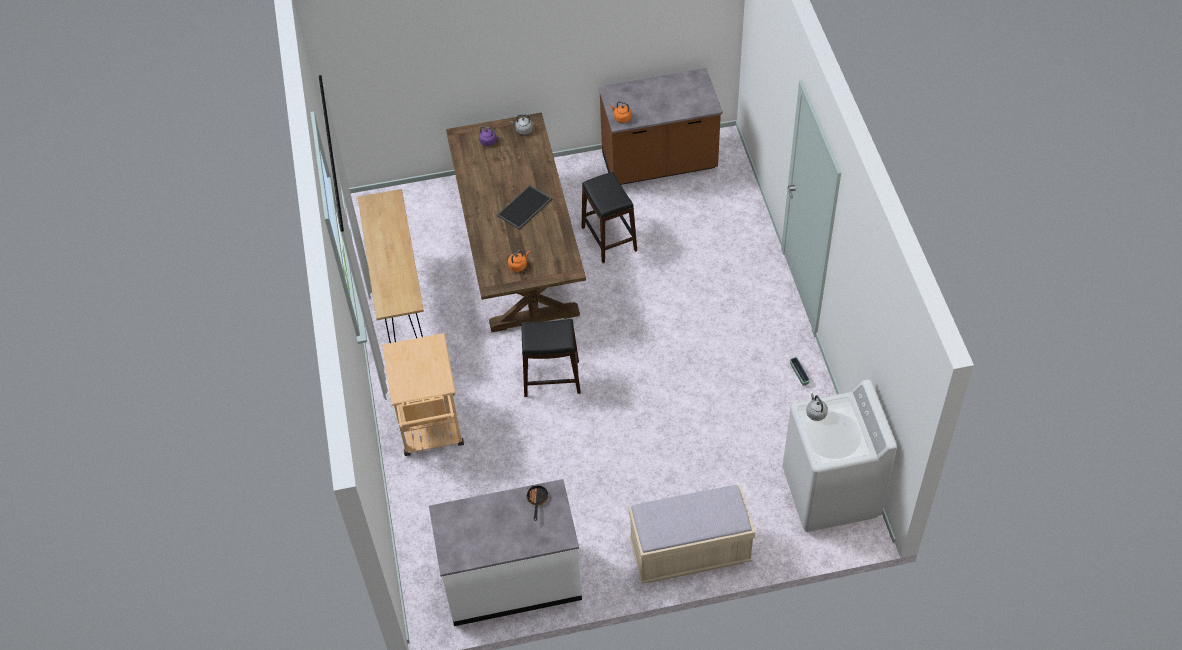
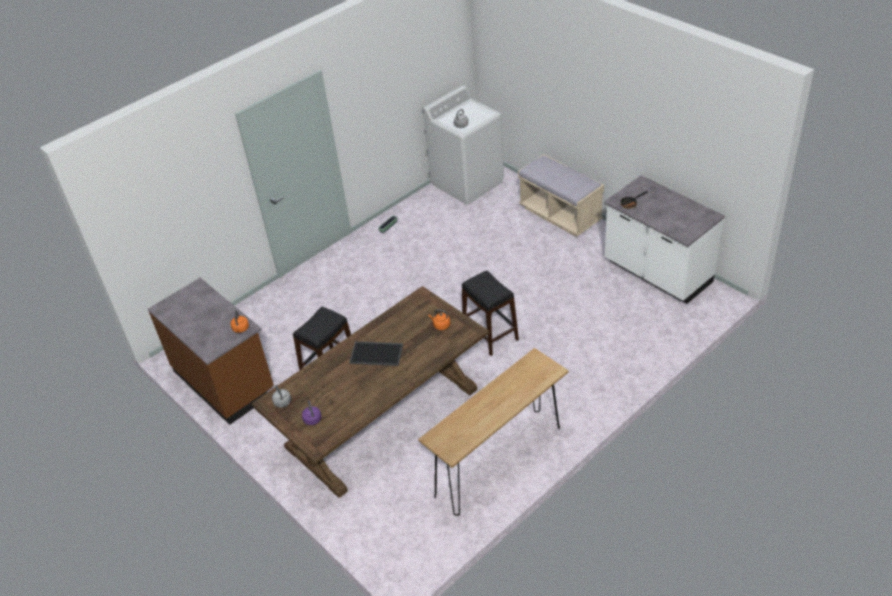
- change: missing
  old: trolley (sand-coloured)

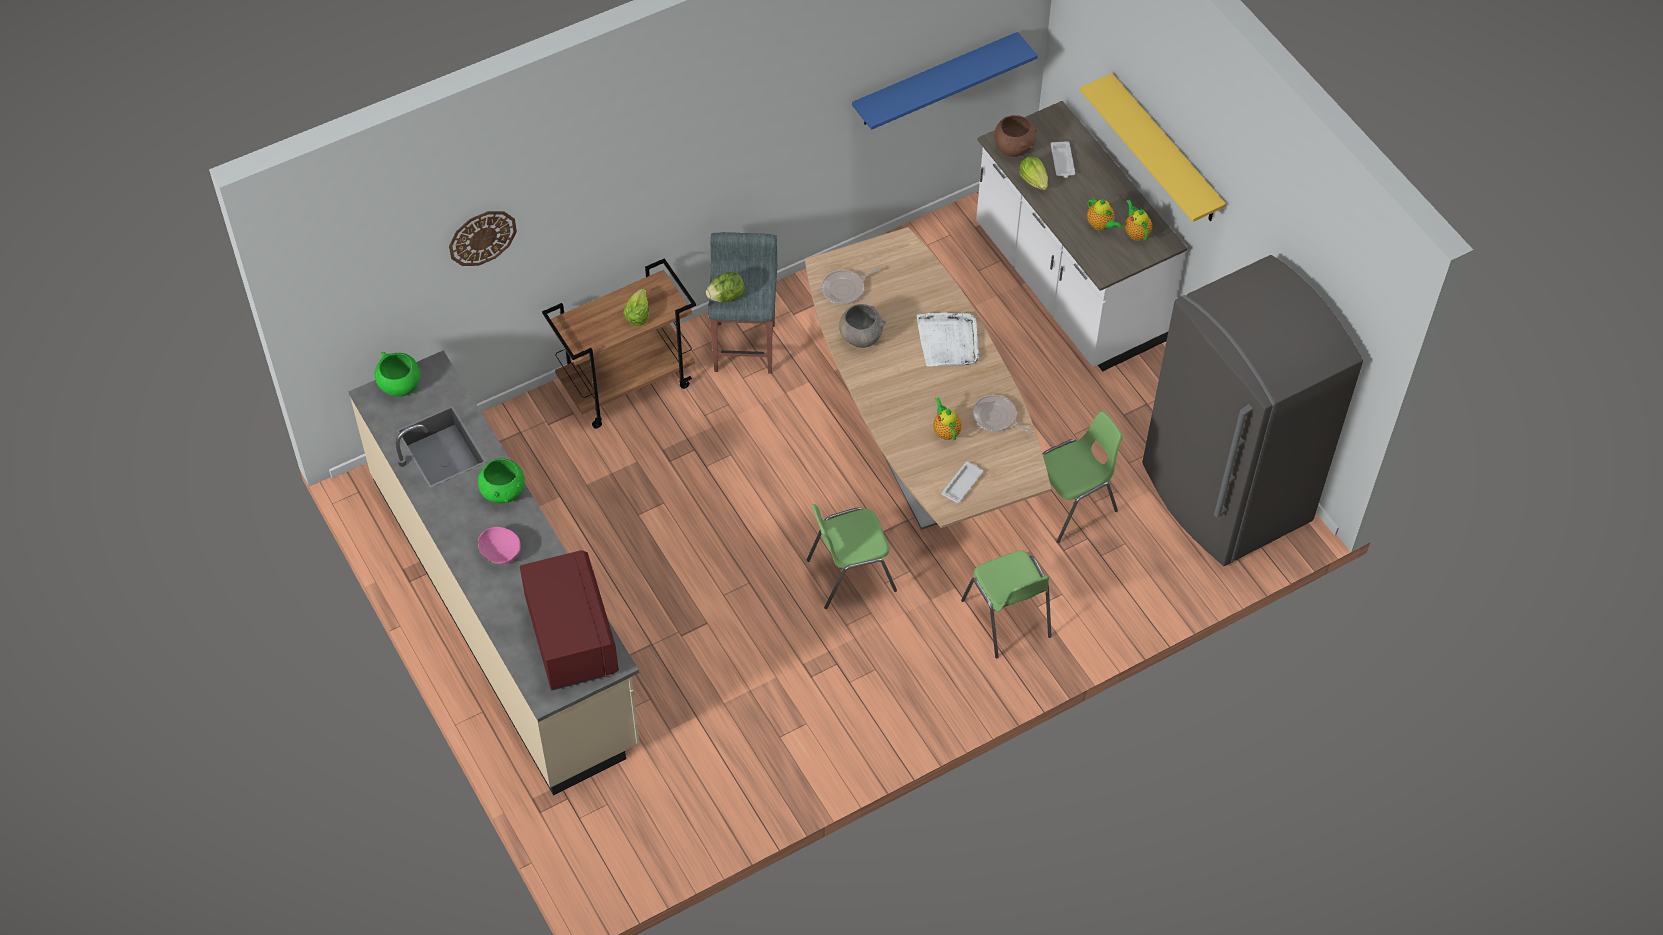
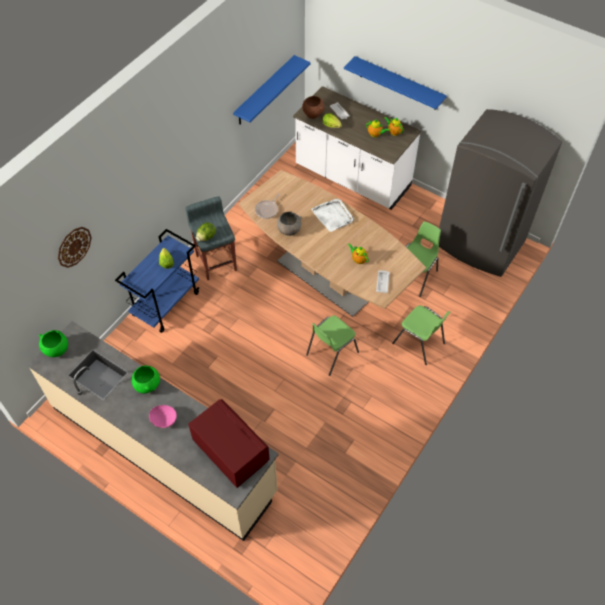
- change: colour
  old: trolley (brown)
  new: trolley (bluish)
- change: missing
  old: frying pan (no. 2 from left)
- change: colour
  old: bracket shelf (yellow-coloured)
  new: bracket shelf (bluish) (no. 2 from left)

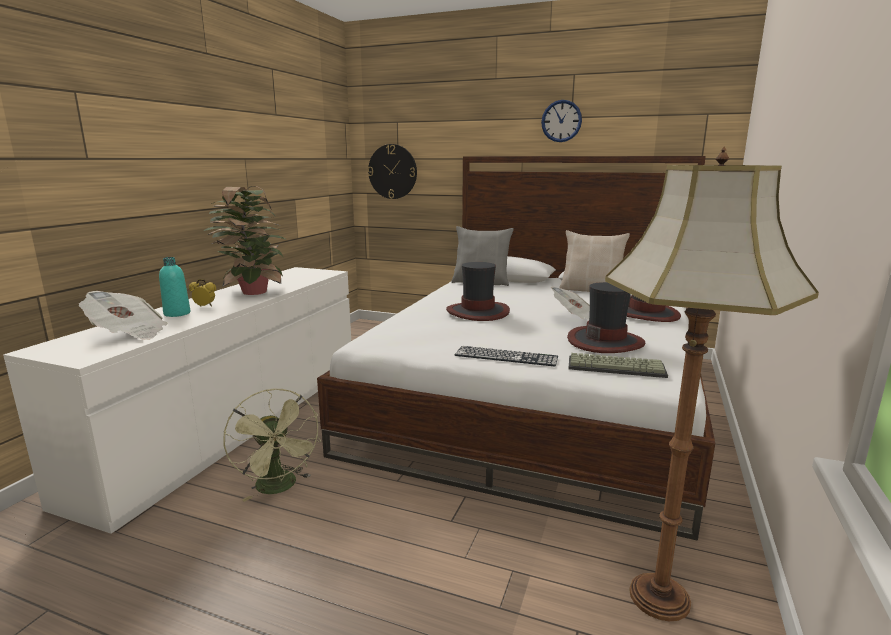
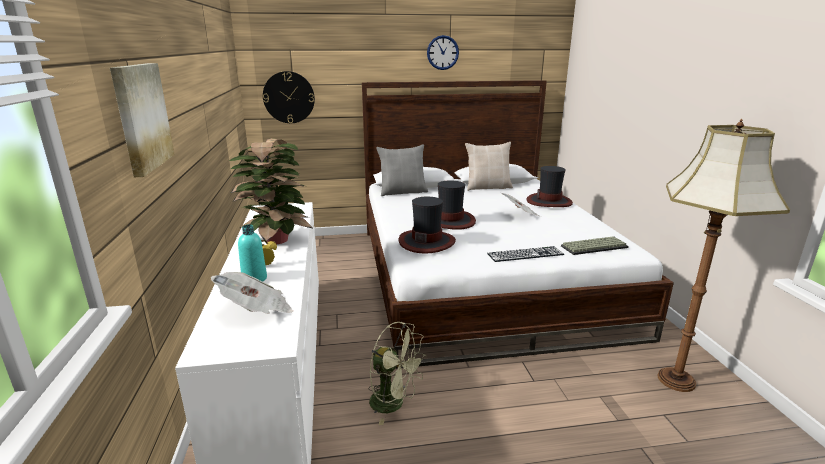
- change: relocated
  old: clothing hat (no. 2 from left in the first image)
  new: clothing hat (no. 1 from left)
- change: appeared
  new: wall art

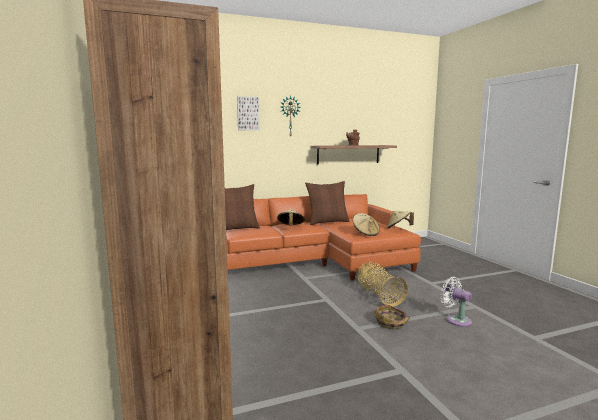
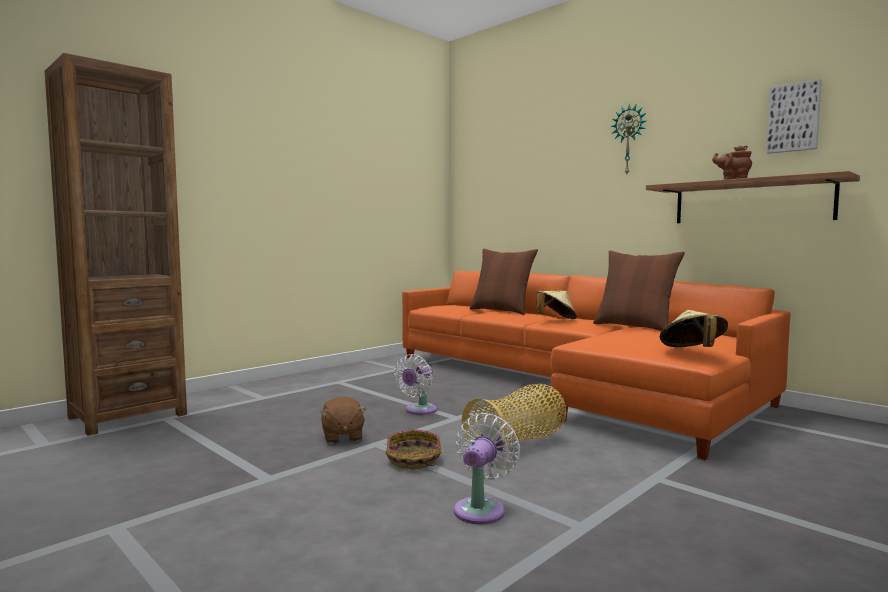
- change: relocated
  old: wall art
- change: missing
  old: clothing hat (sand-coloured) (no. 2 from left)
- change: appeared
  new: plush toy (brown)
- change: appeared
  new: fan (white-coloured) (no. 1 from left)

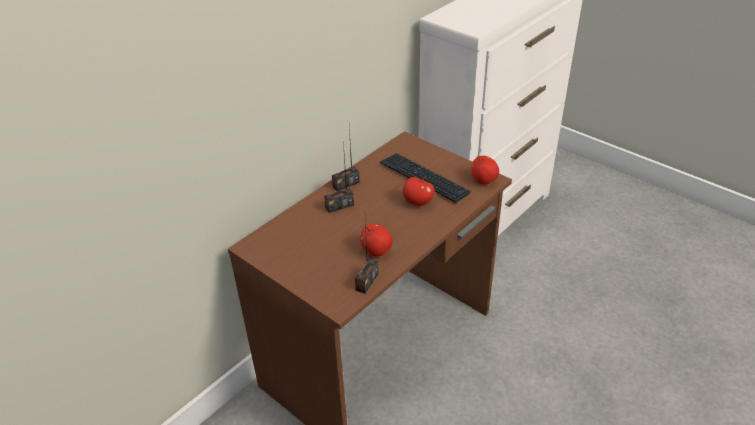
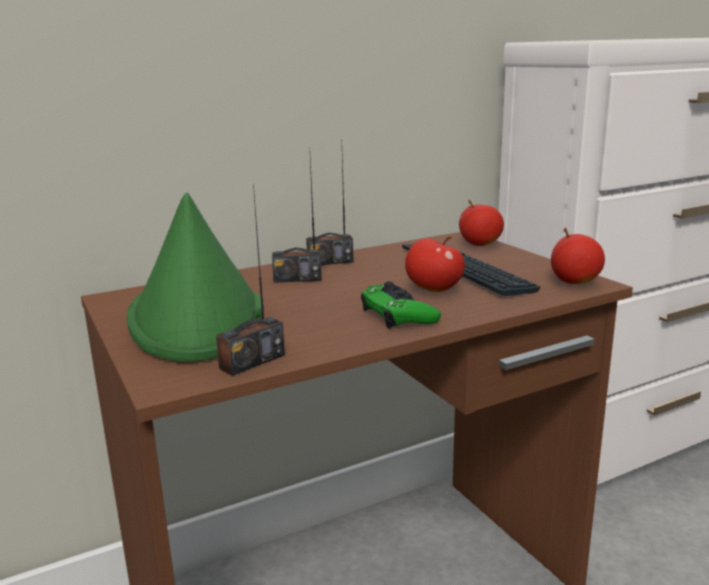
- change: relocated
  old: apple (no. 1 from left in the first image)
  new: apple (no. 2 from left)
- change: appeared
  new: clothing hat (green)
- change: appeared
  new: joypad (green)

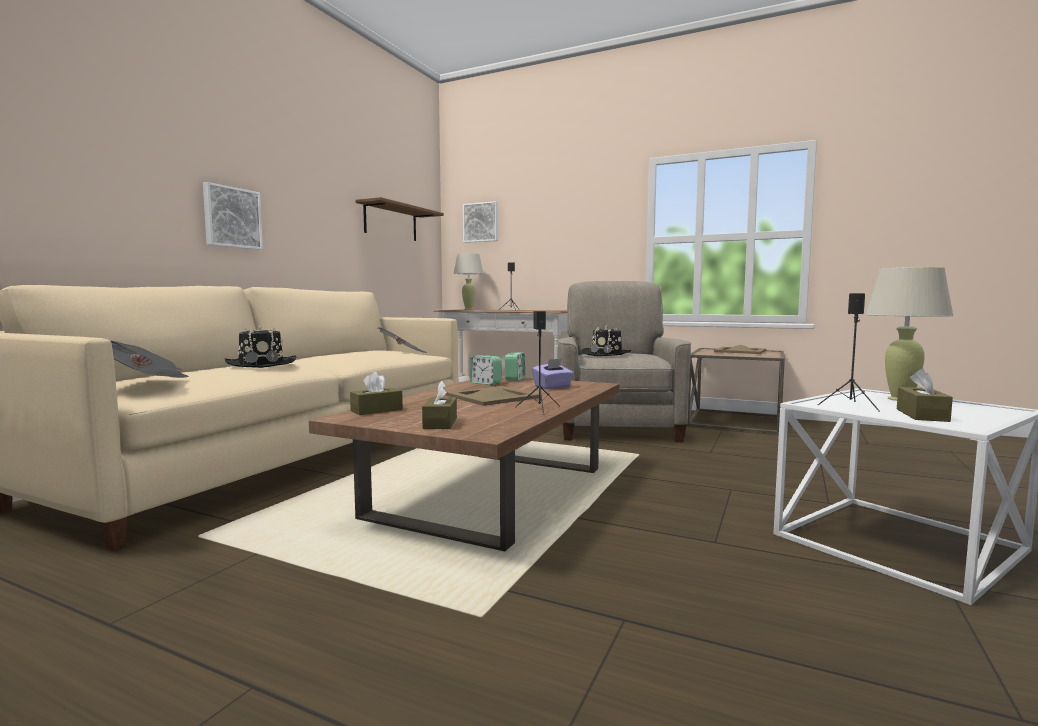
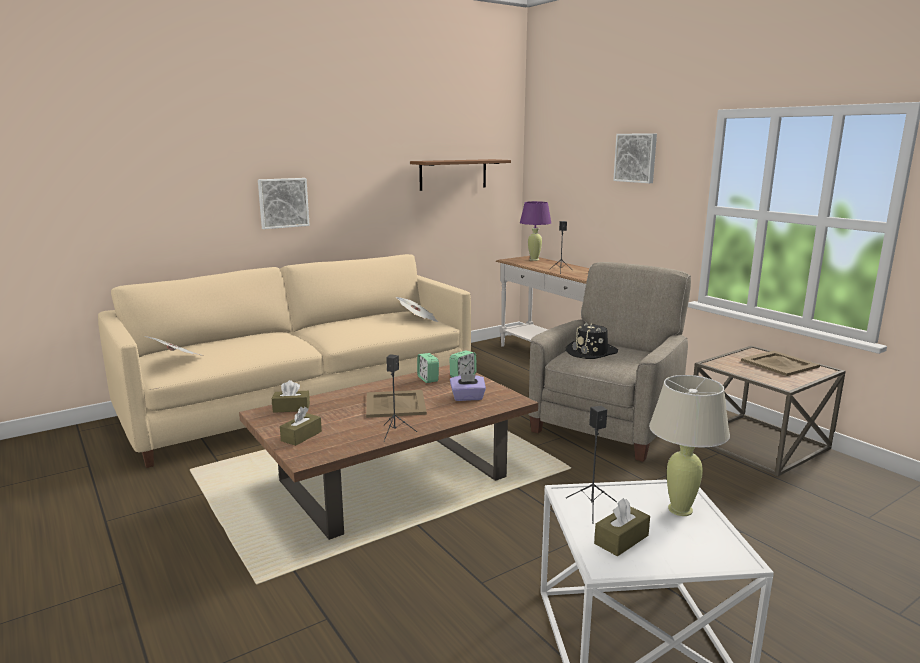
- change: missing
  old: clothing hat (blackish) (no. 1 from left)
- change: colour
  old: table lamp (sand-coloured) (no. 1 from left)
  new: table lamp (purple)
- change: relocated
  old: wall art (no. 2 from left)

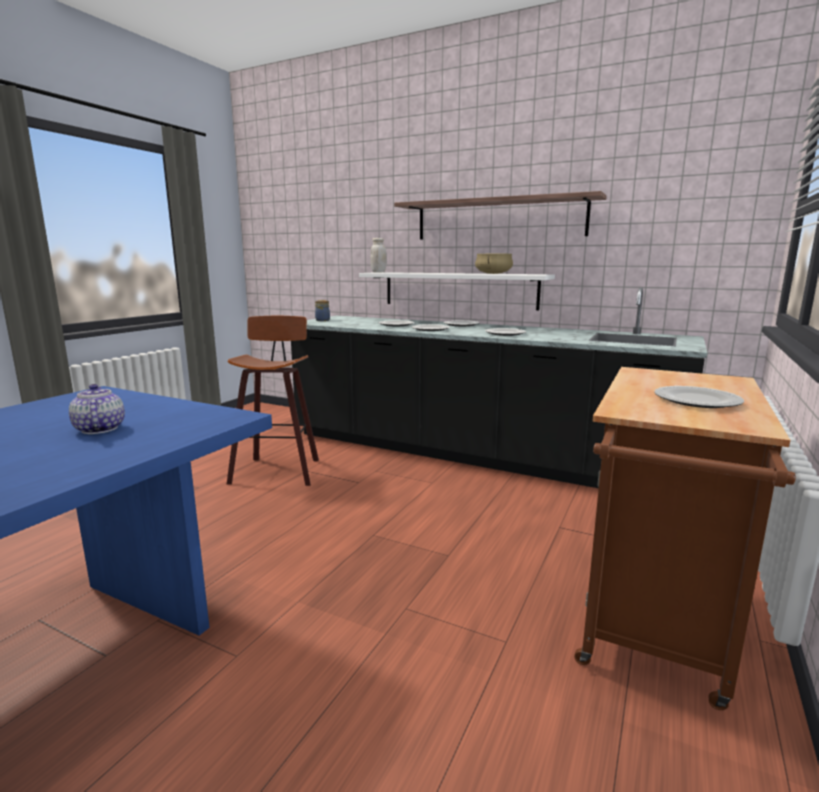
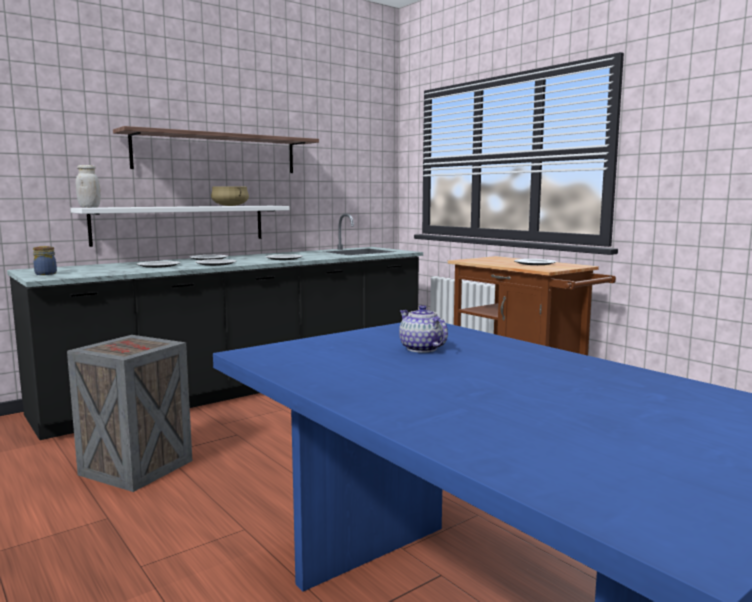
- change: spun
  old: pot for tea
  degrees: 60
- change: exchanged
  old: stool seat
  new: packing crate

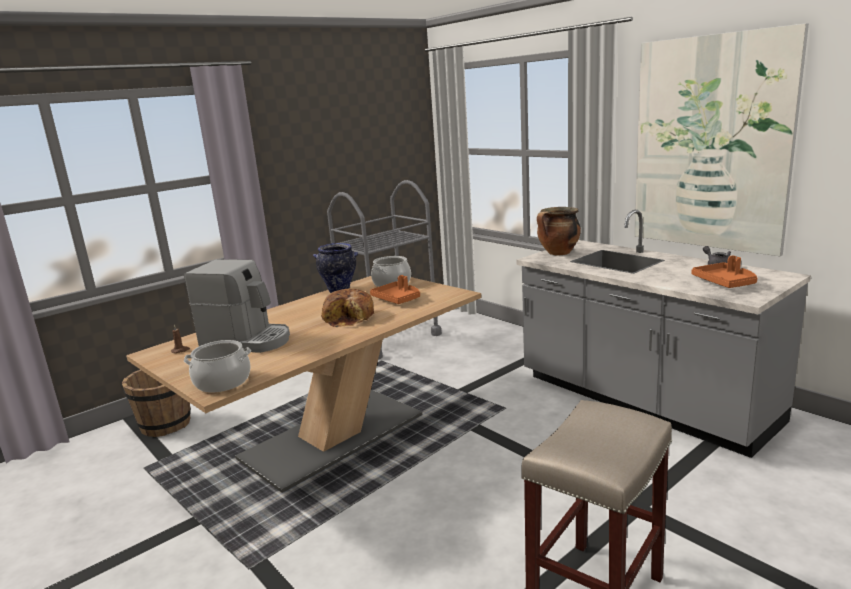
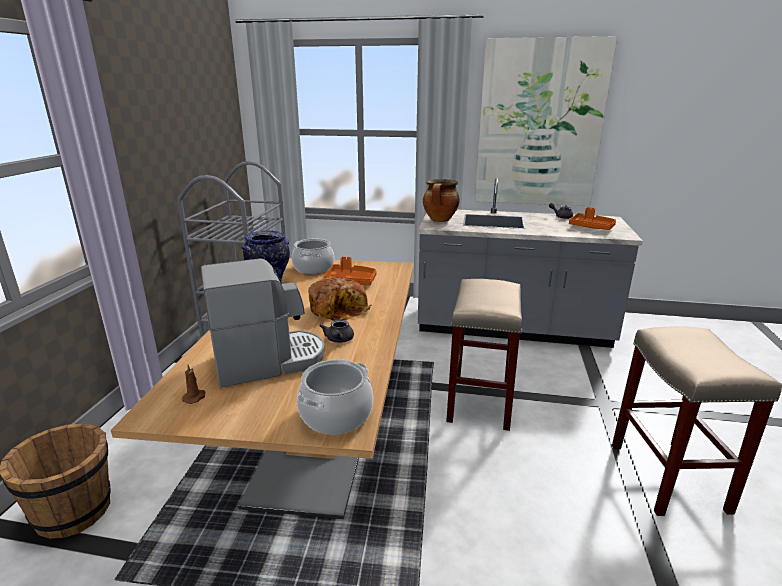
- change: appeared
  new: pot for tea (gray) (no. 1 from left)
- change: appeared
  new: stool seat (sand-coloured) (no. 1 from left)

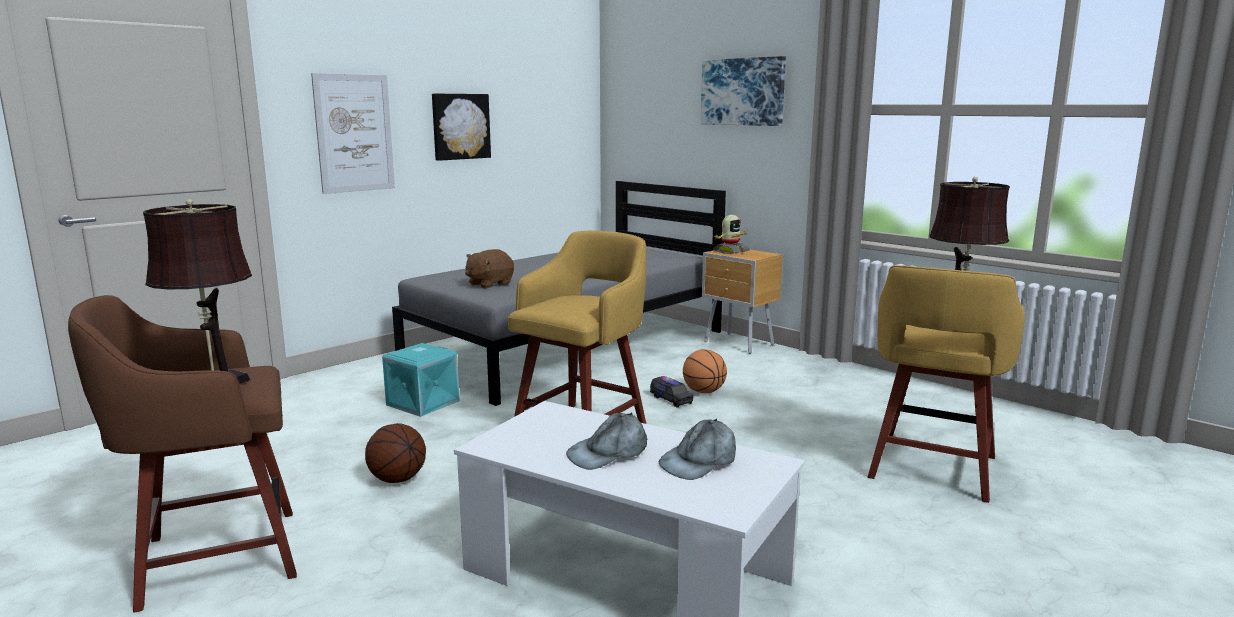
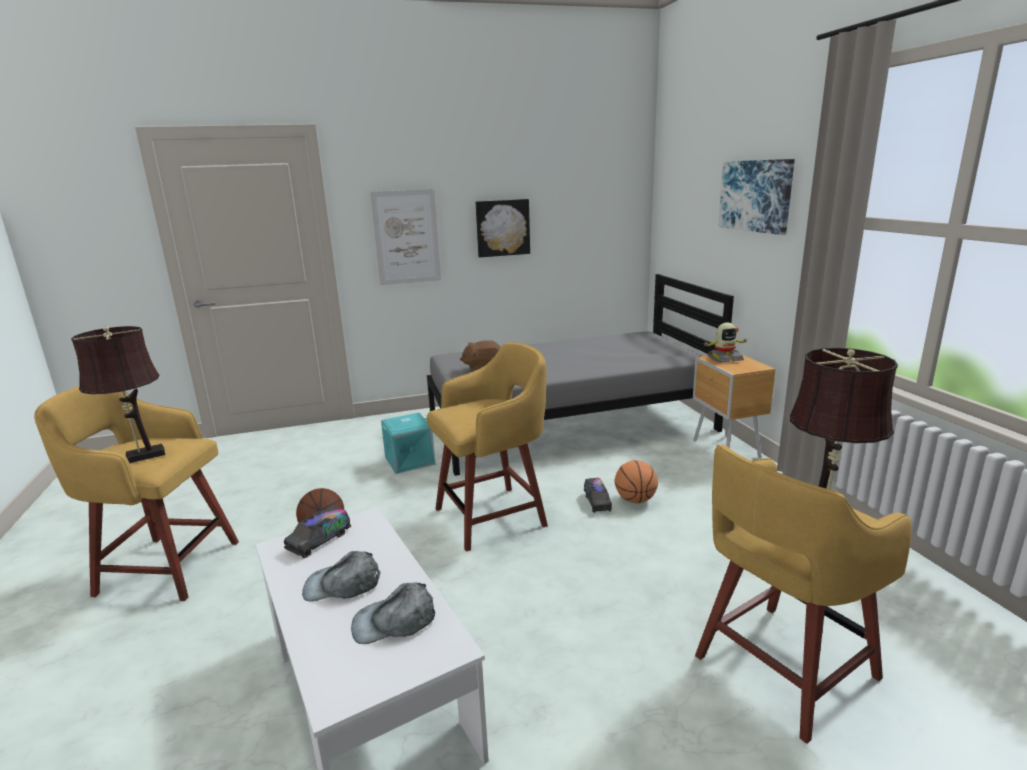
- change: colour
  old: stool seat (brown)
  new: stool seat (yellow-coloured) (no. 1 from left)
- change: appeared
  new: toy lorry (no. 1 from left)

